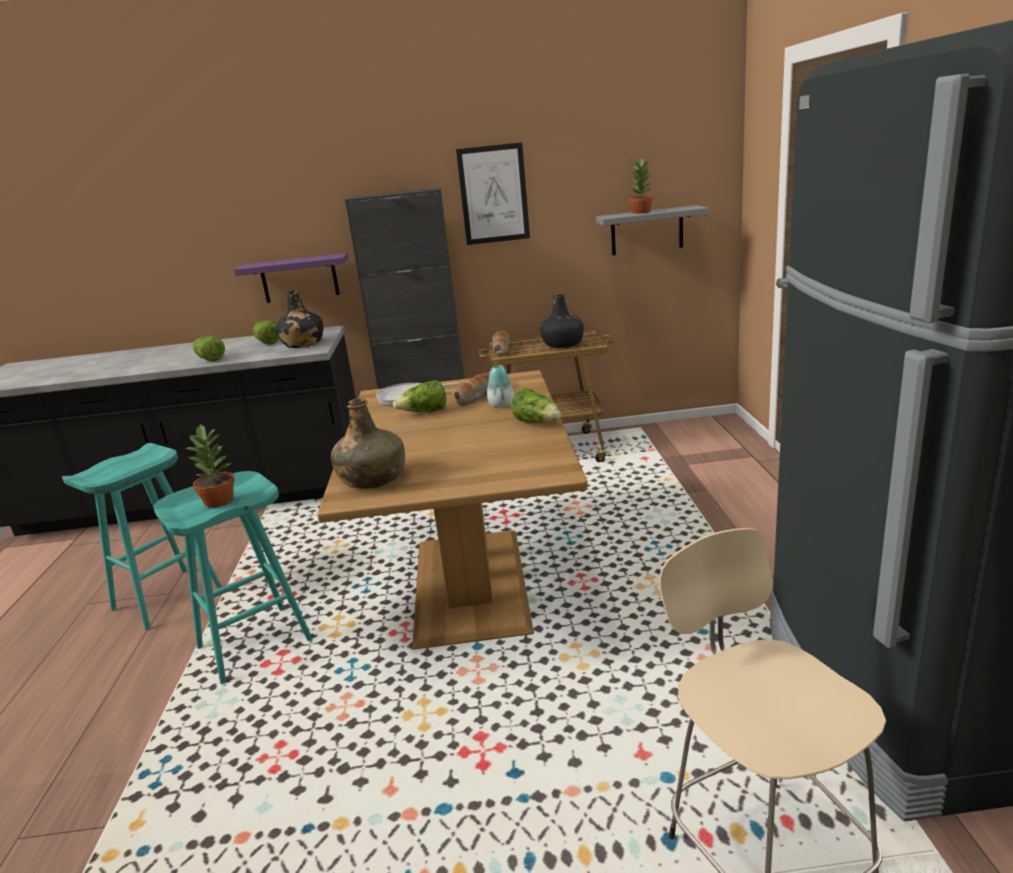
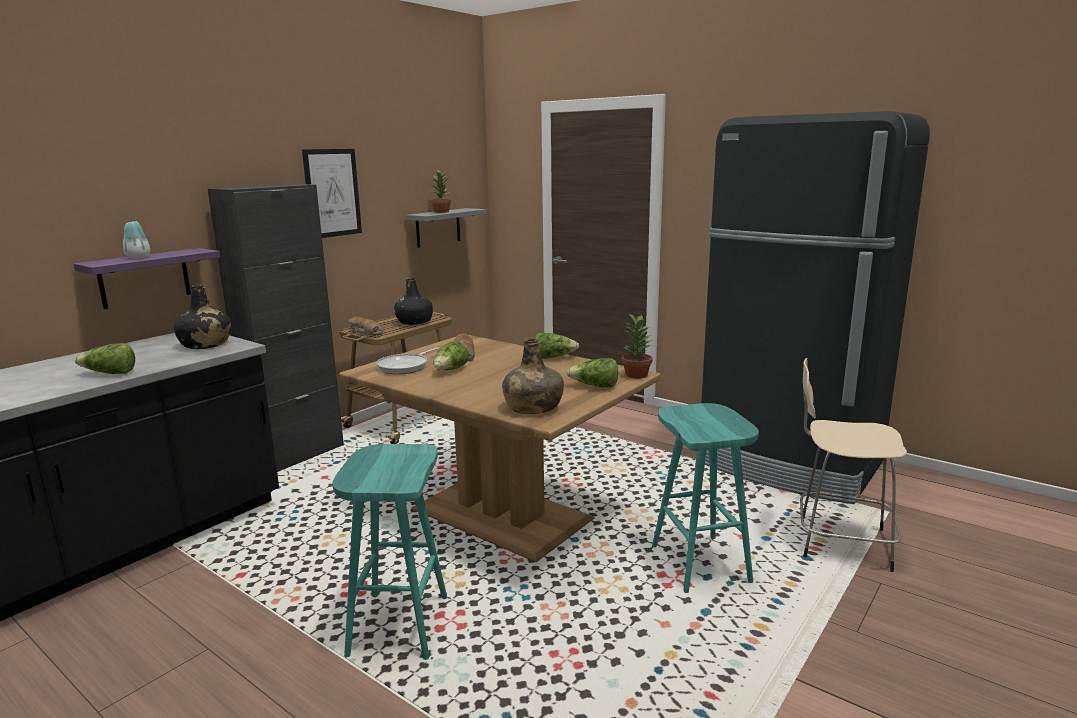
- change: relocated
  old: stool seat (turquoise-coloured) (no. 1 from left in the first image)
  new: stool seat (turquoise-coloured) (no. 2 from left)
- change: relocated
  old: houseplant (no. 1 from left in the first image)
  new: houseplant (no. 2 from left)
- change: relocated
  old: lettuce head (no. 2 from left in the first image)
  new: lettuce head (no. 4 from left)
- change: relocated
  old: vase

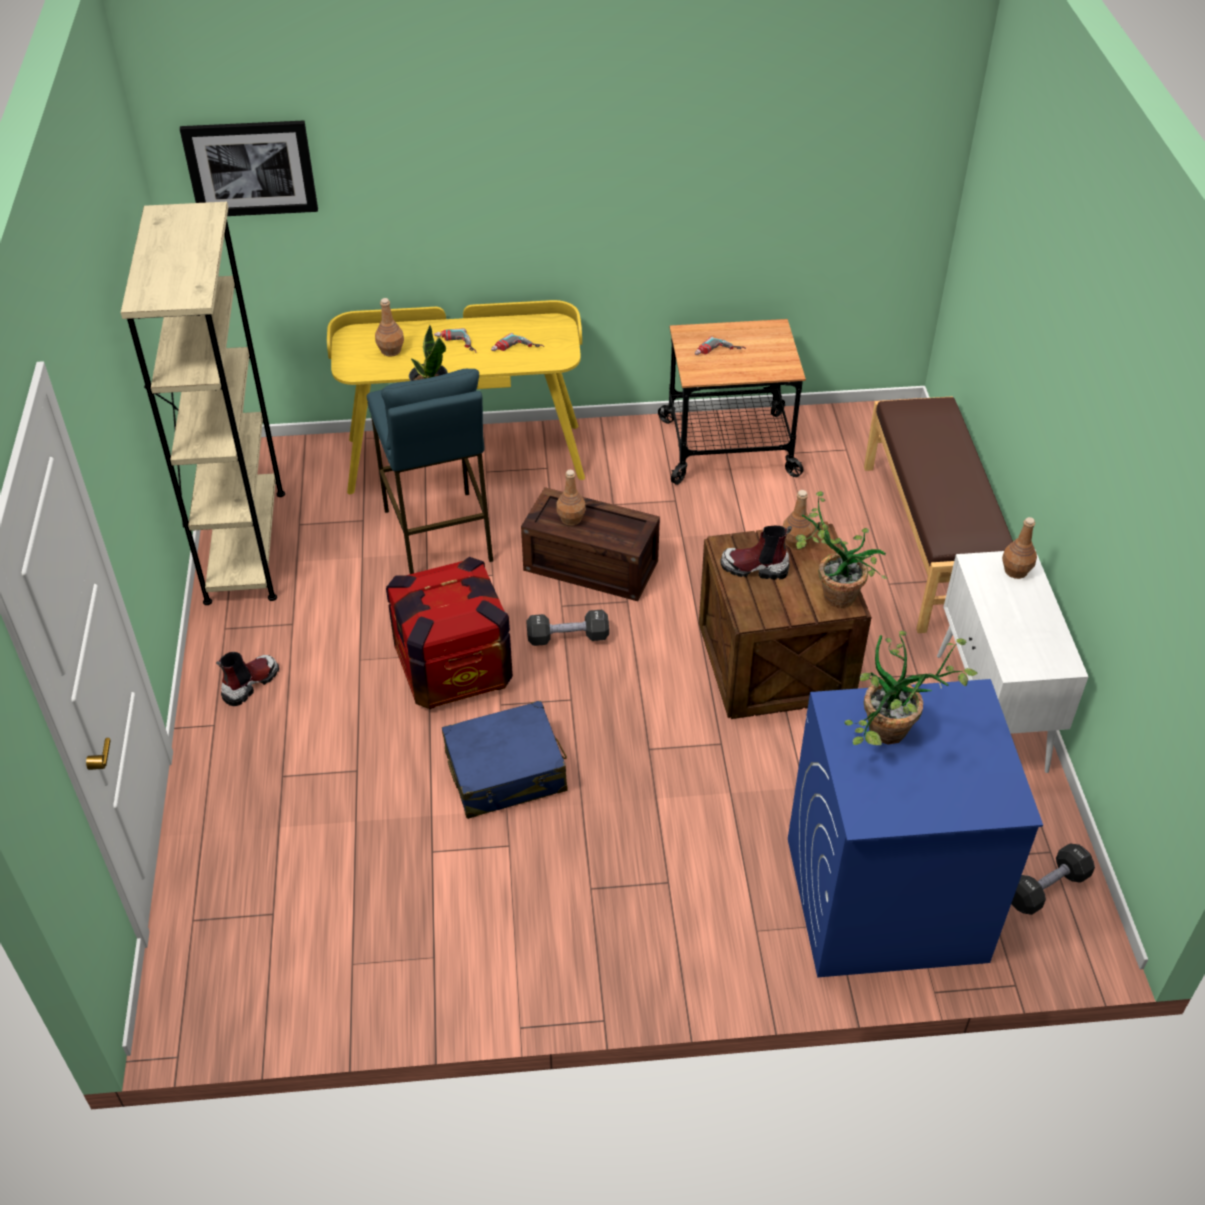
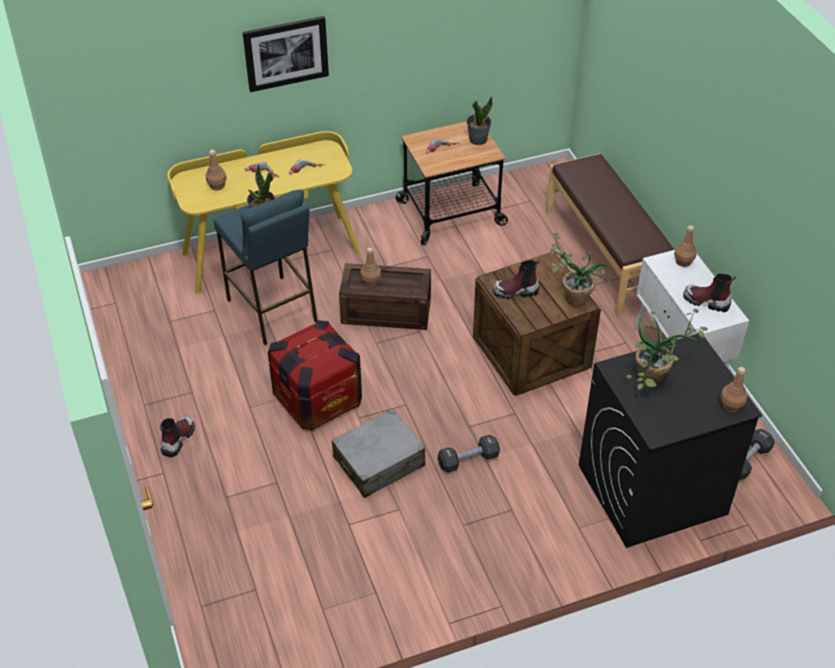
- change: missing
  old: shelving unit (sand-coloured)
- change: relocated
  old: wall art
- change: colour
  old: travel case (bluish)
  new: travel case (gray)
- change: relocated
  old: dumbbell (blackish) (no. 1 from left)
- change: relocated
  old: bottle (brown) (no. 3 from left in the first image)
  new: bottle (brown) (no. 4 from left)
- change: colour
  old: laundry appliance (bluish)
  new: laundry appliance (blackish)
- change: appeared
  new: houseplant (no. 2 from left)
- change: appeared
  new: high-top boot (no. 3 from left)

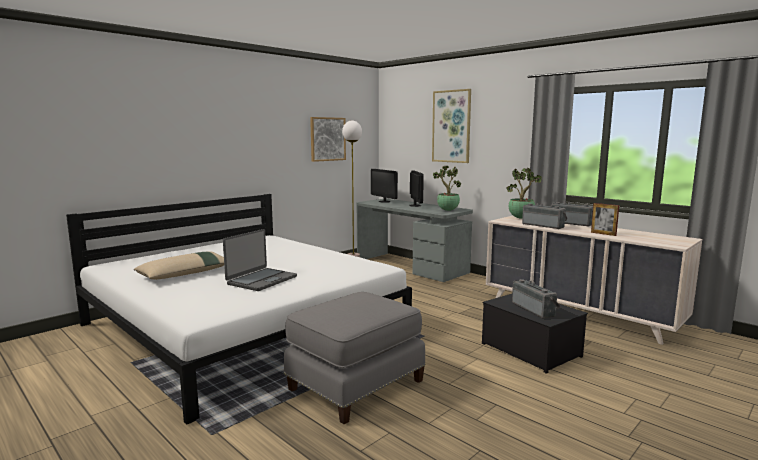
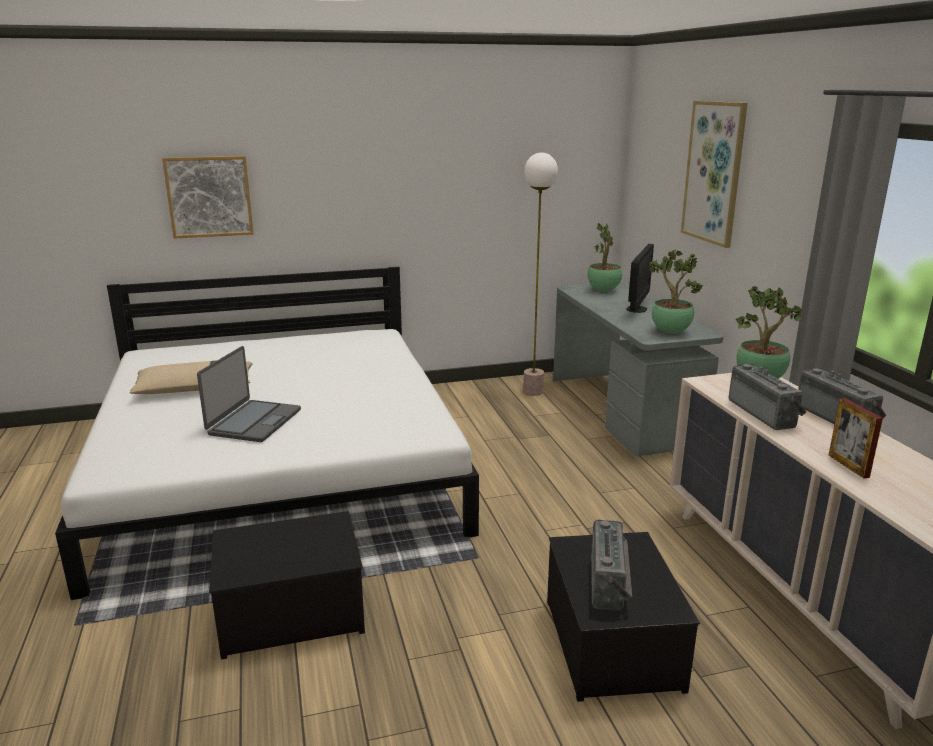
- change: spun
  old: laptop
  degrees: -45
- change: exchanged
  old: ottoman (gray)
  new: storage bin (no. 1 from left)
- change: relocated
  old: wall art (no. 1 from left)
- change: exchanged
  old: monitor (no. 1 from left)
  new: houseplant (no. 1 from left)

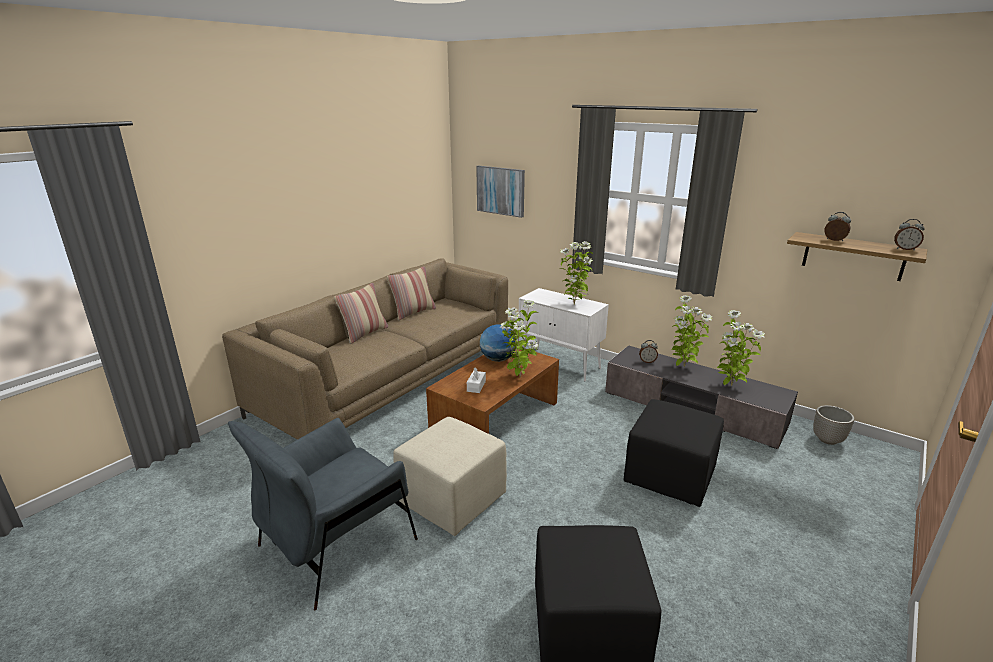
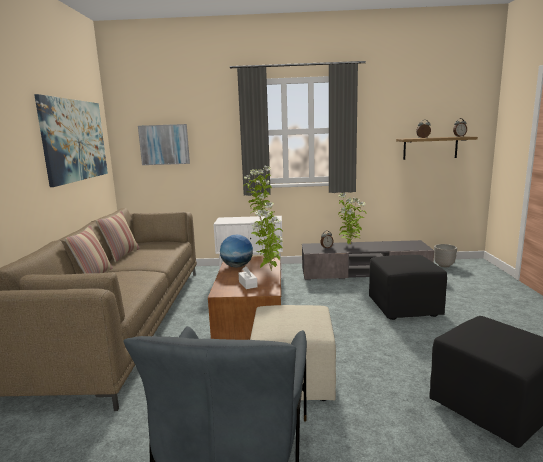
- change: missing
  old: houseplant (no. 4 from left)
- change: appeared
  new: wall art (no. 1 from left)

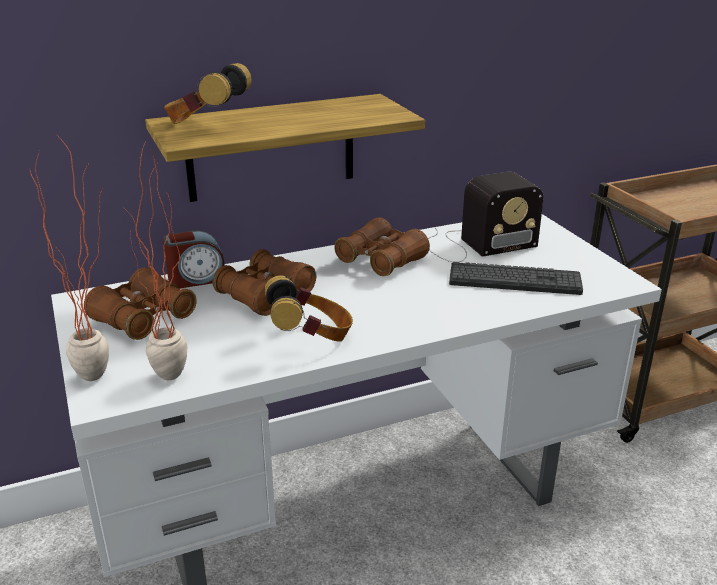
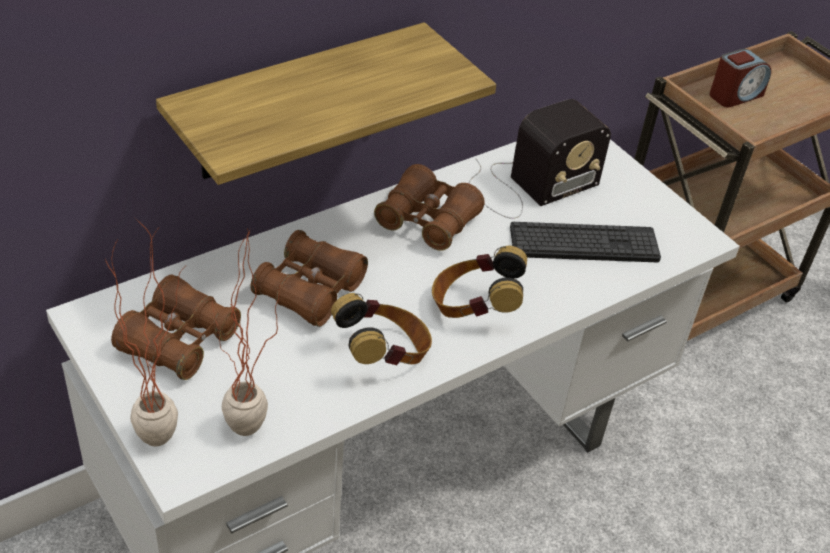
- change: relocated
  old: table clock
- change: relocated
  old: pair of headphones (no. 1 from left in the first image)
  new: pair of headphones (no. 2 from left)

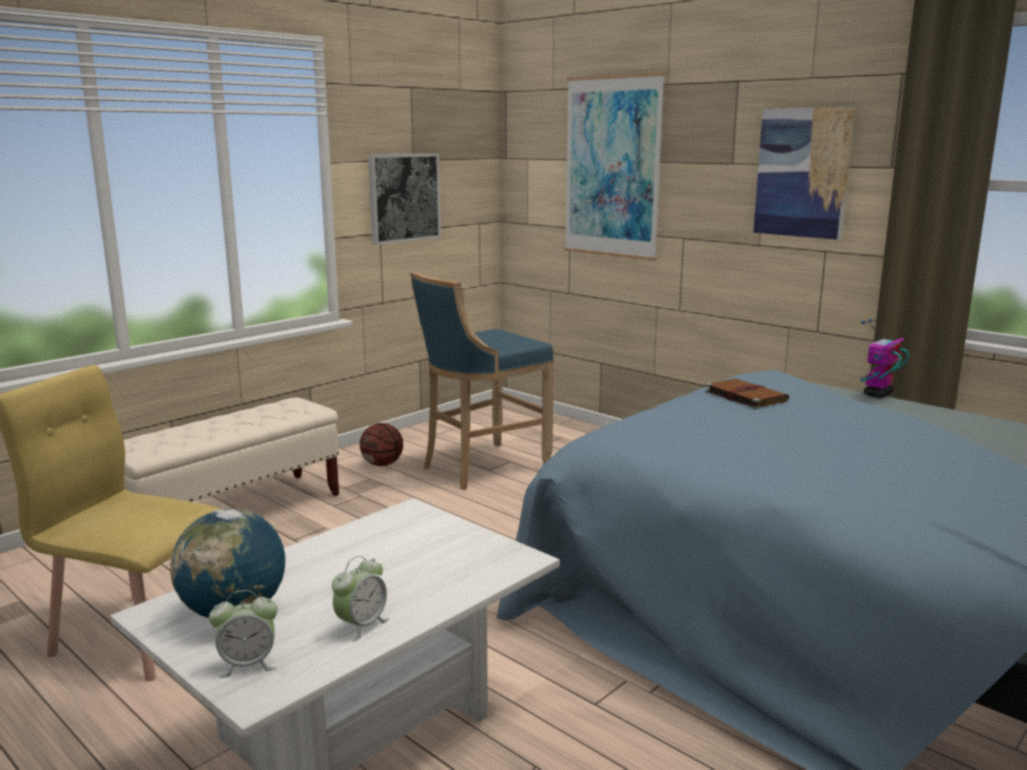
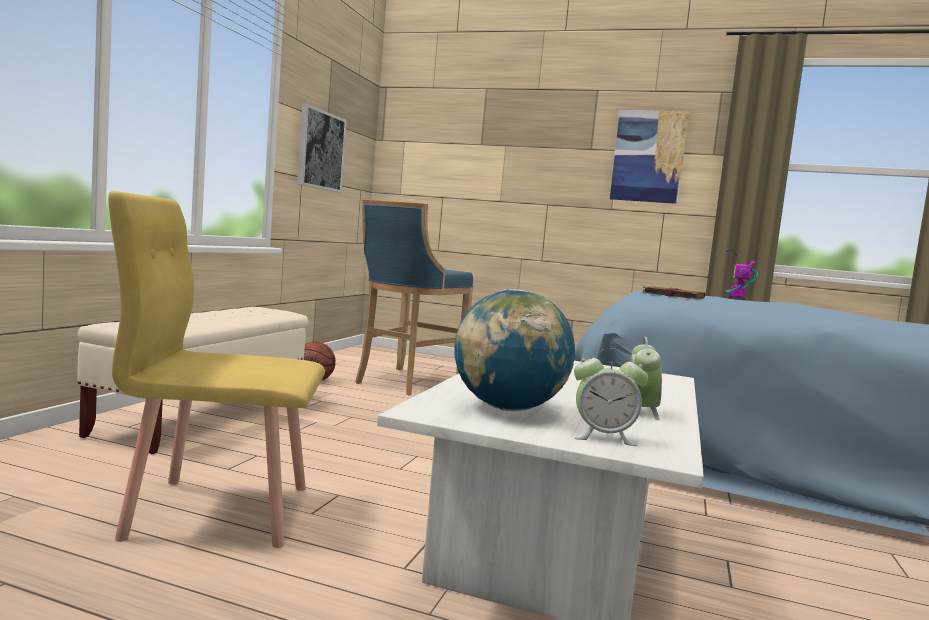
- change: spun
  old: table clock (no. 1 from left)
  degrees: 45
- change: missing
  old: wall art (no. 2 from left)

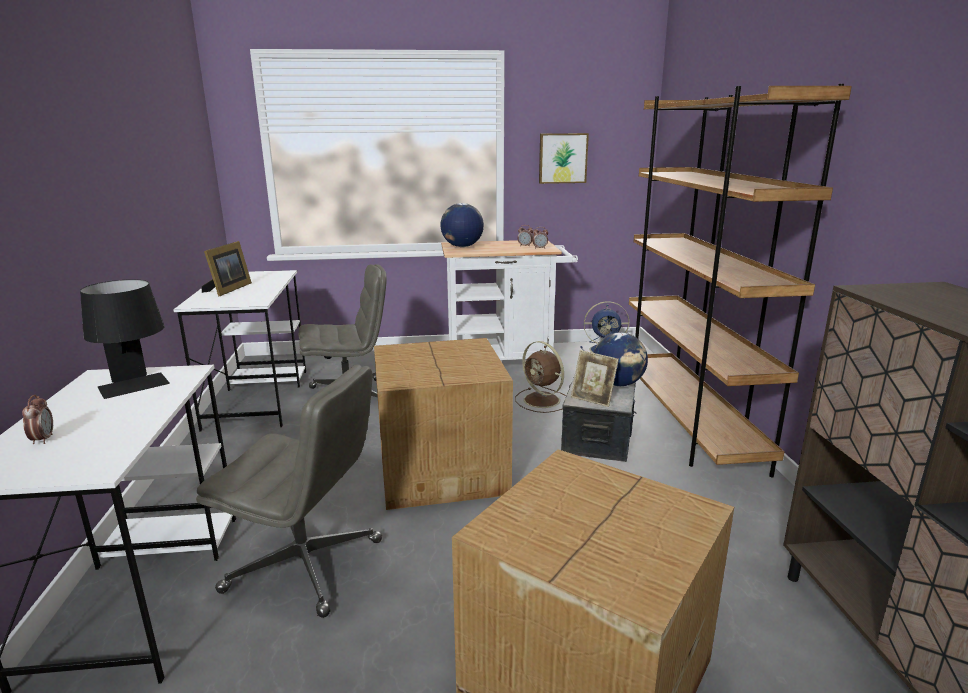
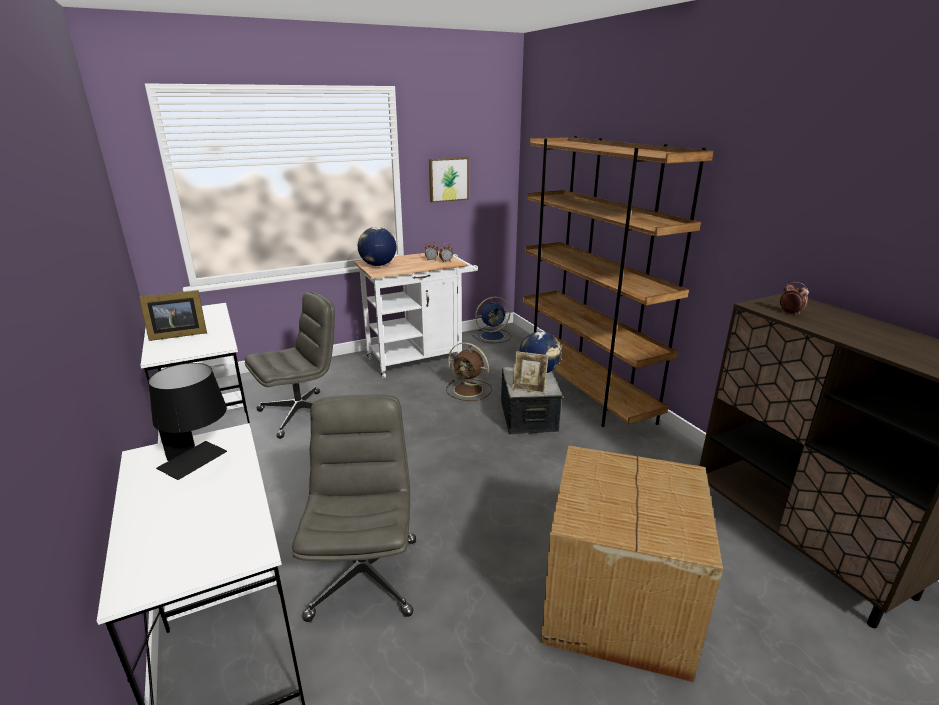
- change: relocated
  old: table clock (no. 1 from left in the first image)
  new: table clock (no. 3 from left)
- change: spun
  old: computer chair (gray) (no. 1 from left in the first image)
  degrees: -90
- change: spun
  old: photo frame (no. 1 from left)
  degrees: 75
- change: missing
  old: packing box (no. 1 from left)

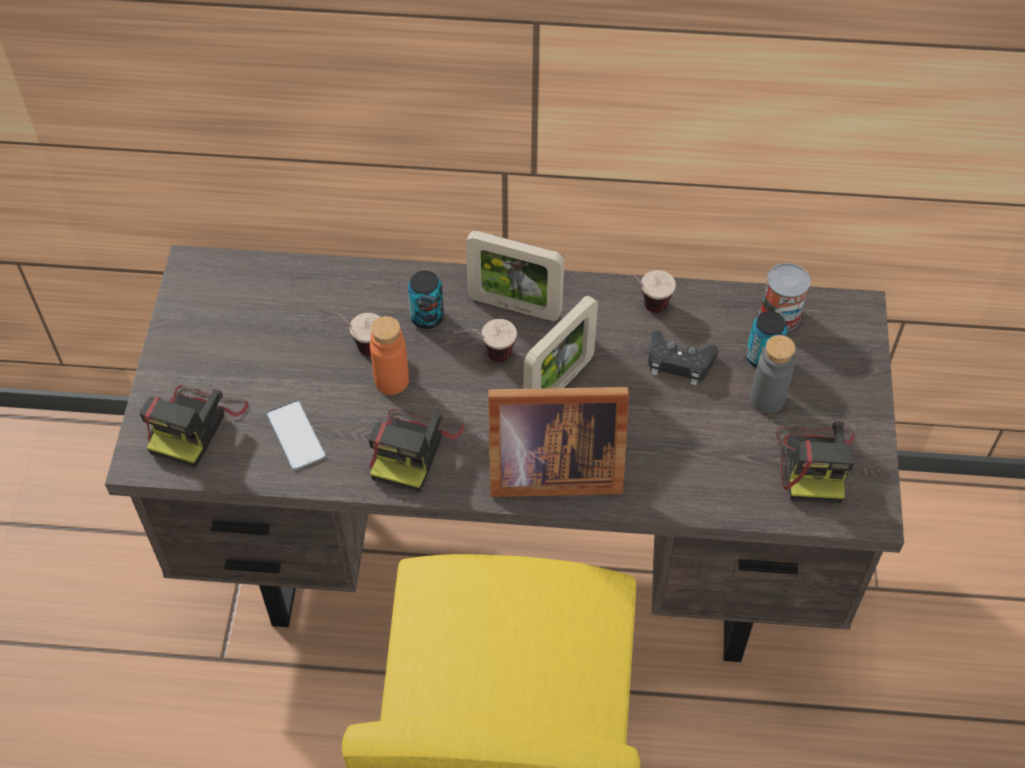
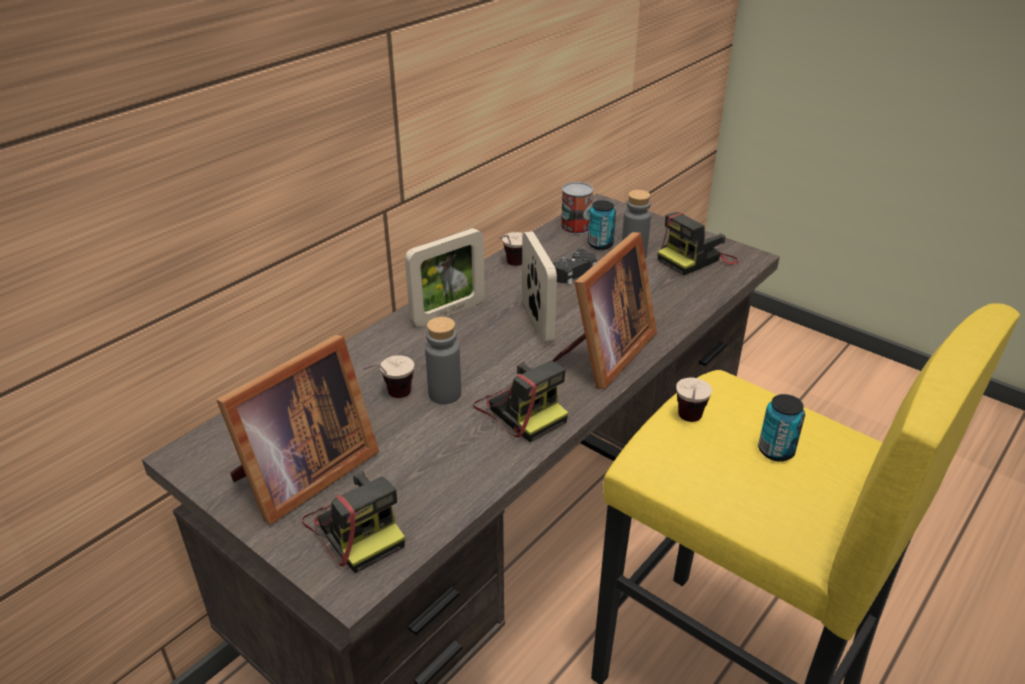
- change: missing
  old: phone
- change: colour
  old: bottle (orange)
  new: bottle (gray) (no. 1 from left)
- change: relocated
  old: can (no. 1 from left in the first image)
  new: can (no. 3 from left)
- change: relocated
  old: small cup (no. 2 from left in the first image)
  new: small cup (no. 3 from left)
- change: spun
  old: photo camera (no. 3 from left)
  degrees: 105
- change: appeared
  new: photo frame (no. 1 from left)

